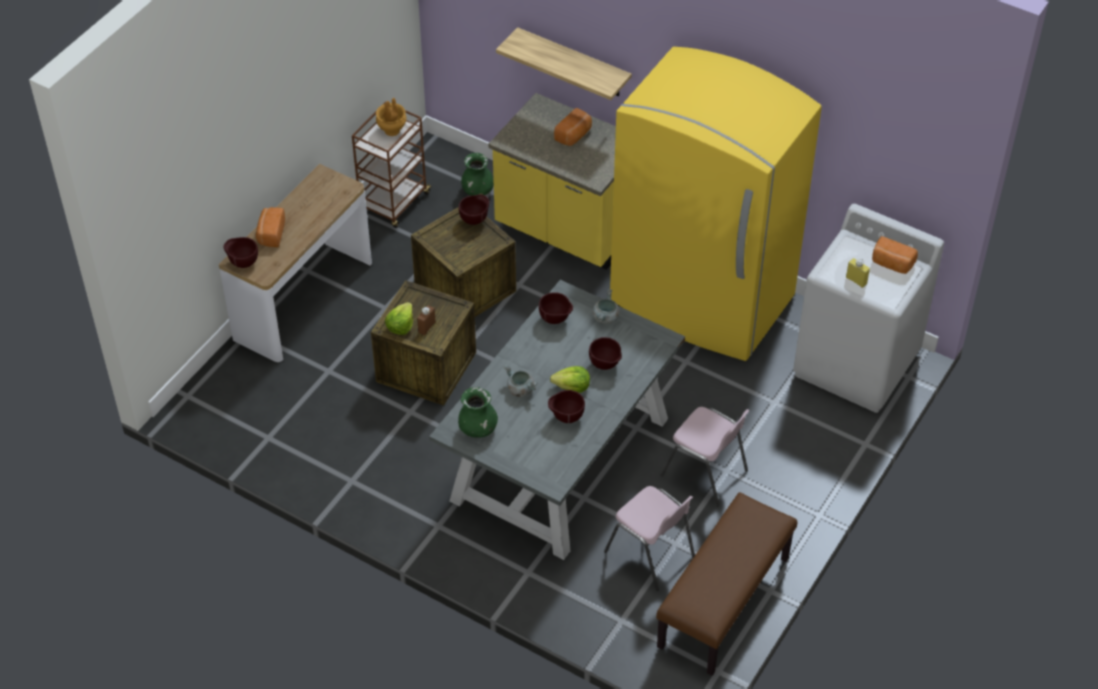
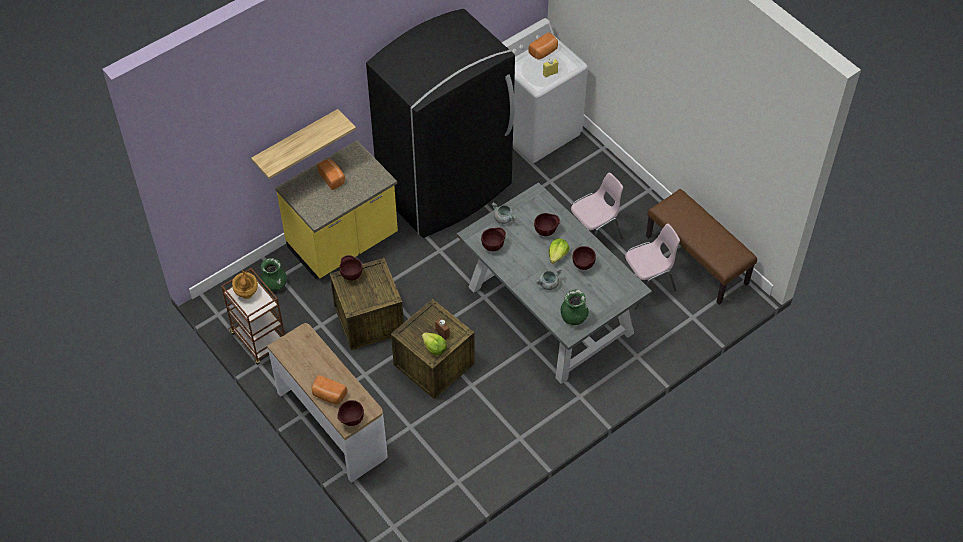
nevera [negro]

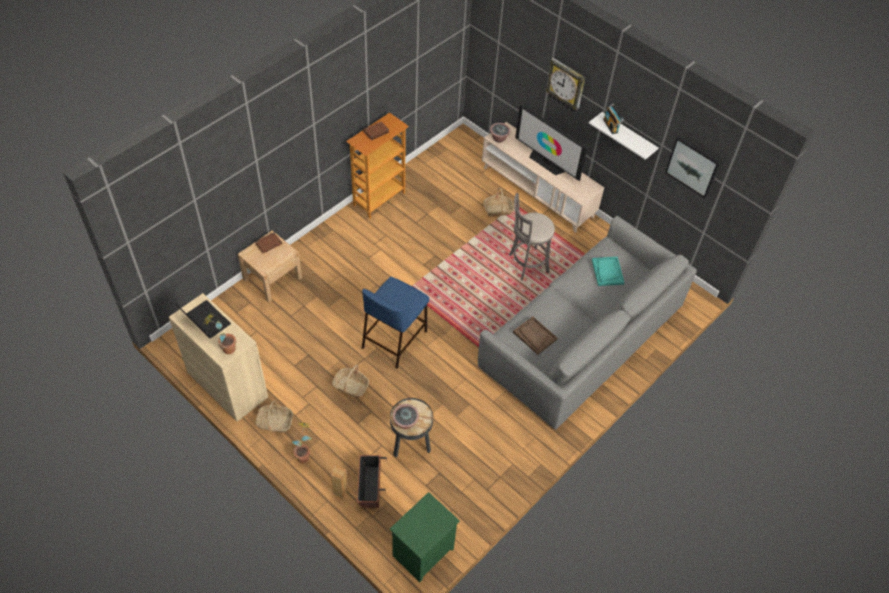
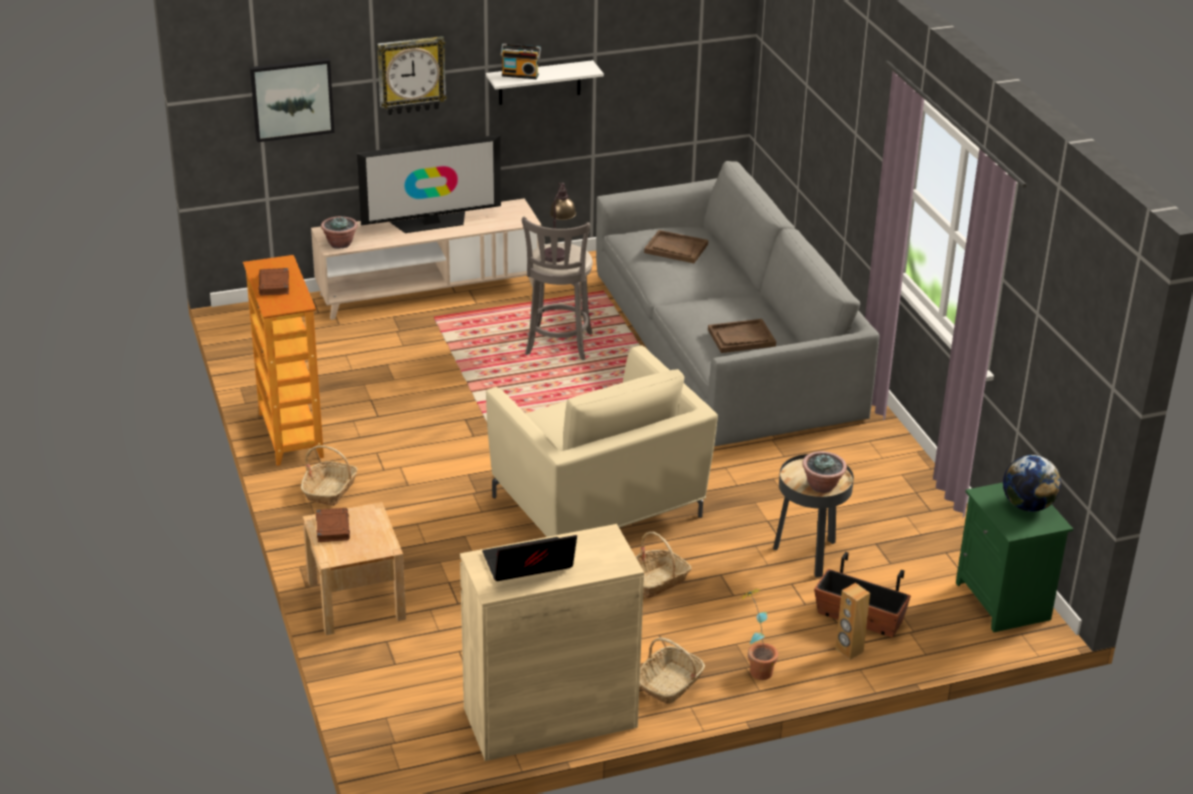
cuadro
cesta (no. 1 from left)
bandeja [marrón] (no. 1 from left)
sillón [beis]
planta en maceta (no. 1 from left in the first image)
lámpara de mesa
globo terráqueo

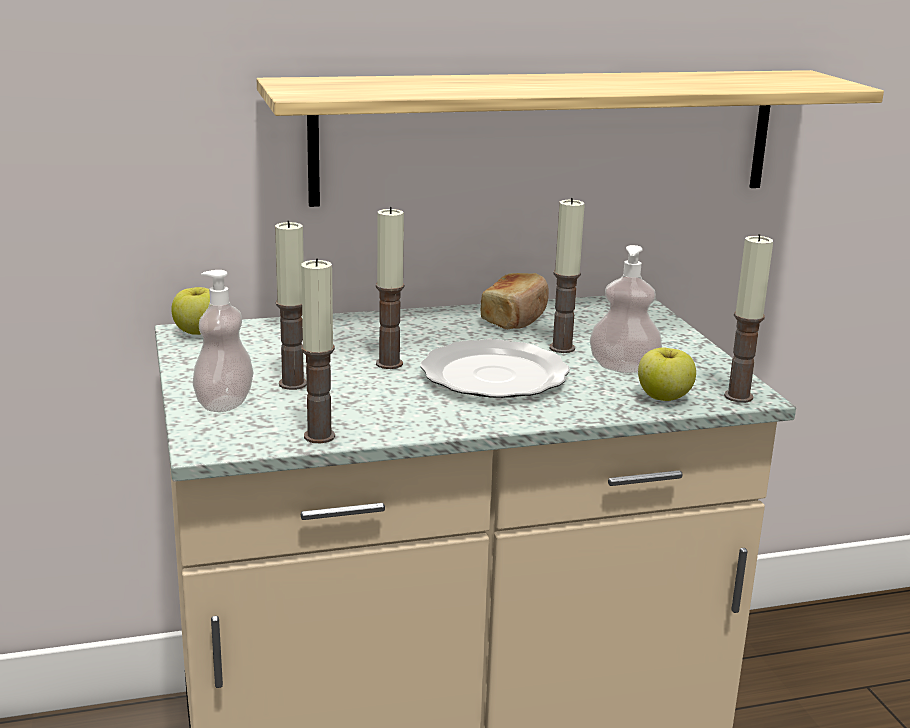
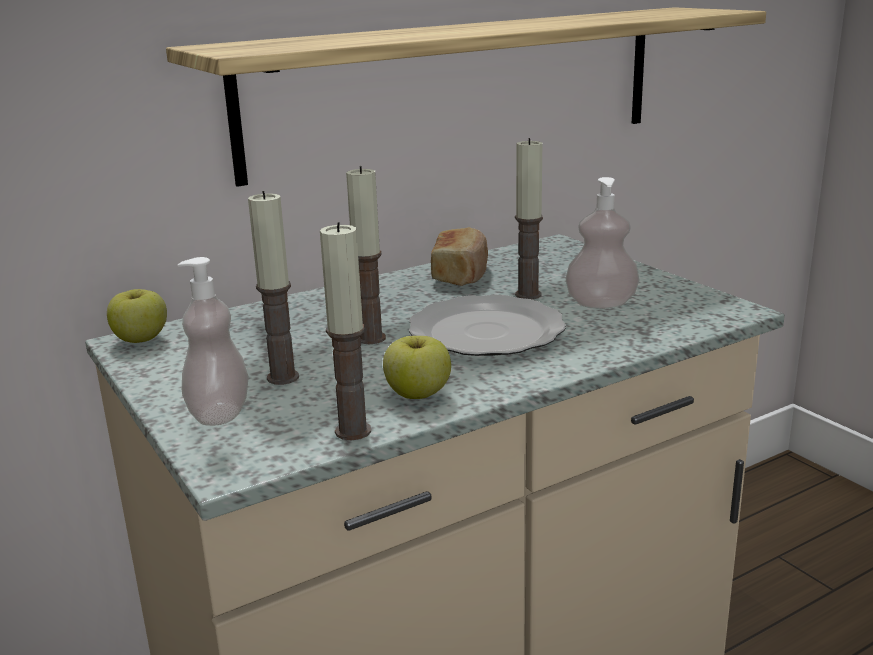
vela (no. 5 from left in the first image)
manzana (no. 2 from left)

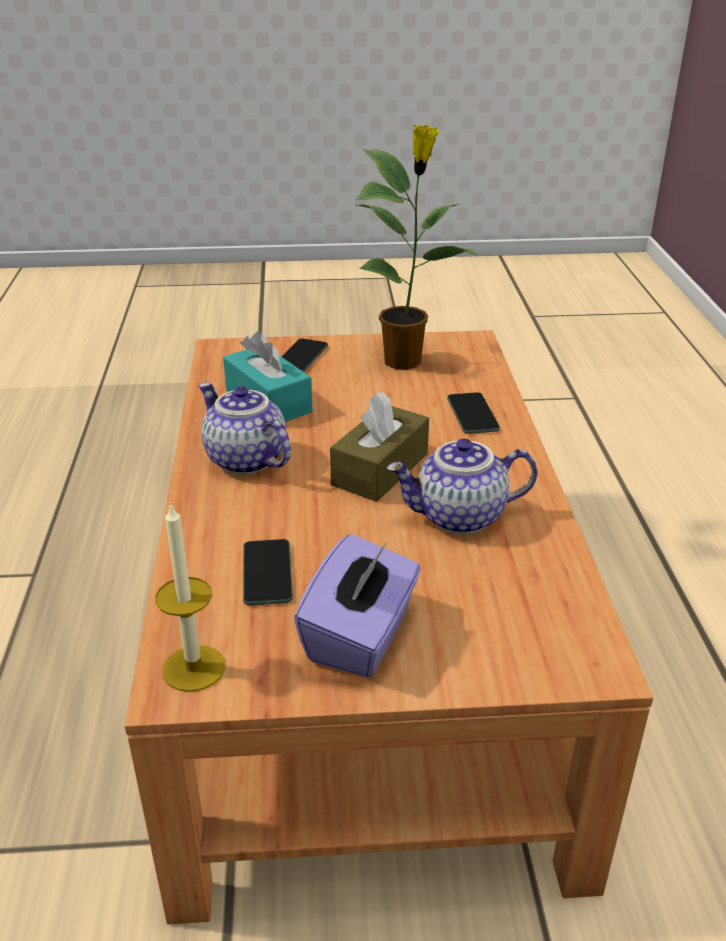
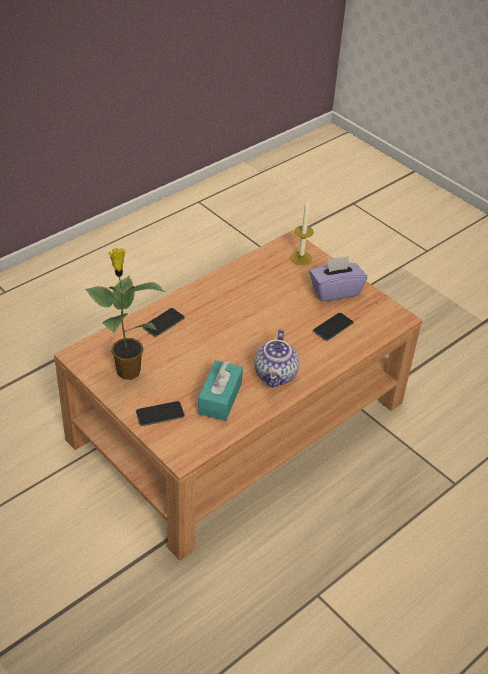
caja de pañuelos [marrón]
tetera (no. 2 from left in the first image)
vela

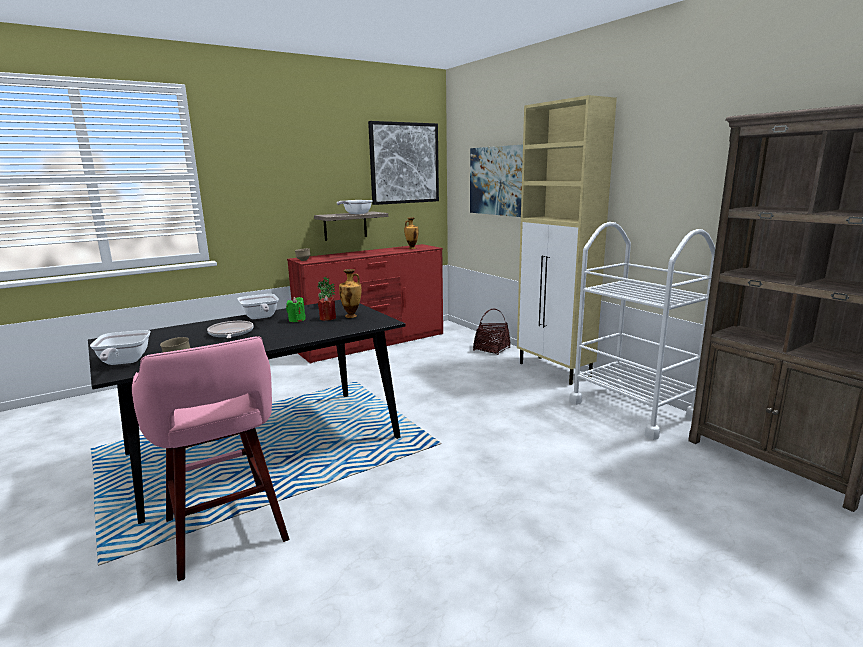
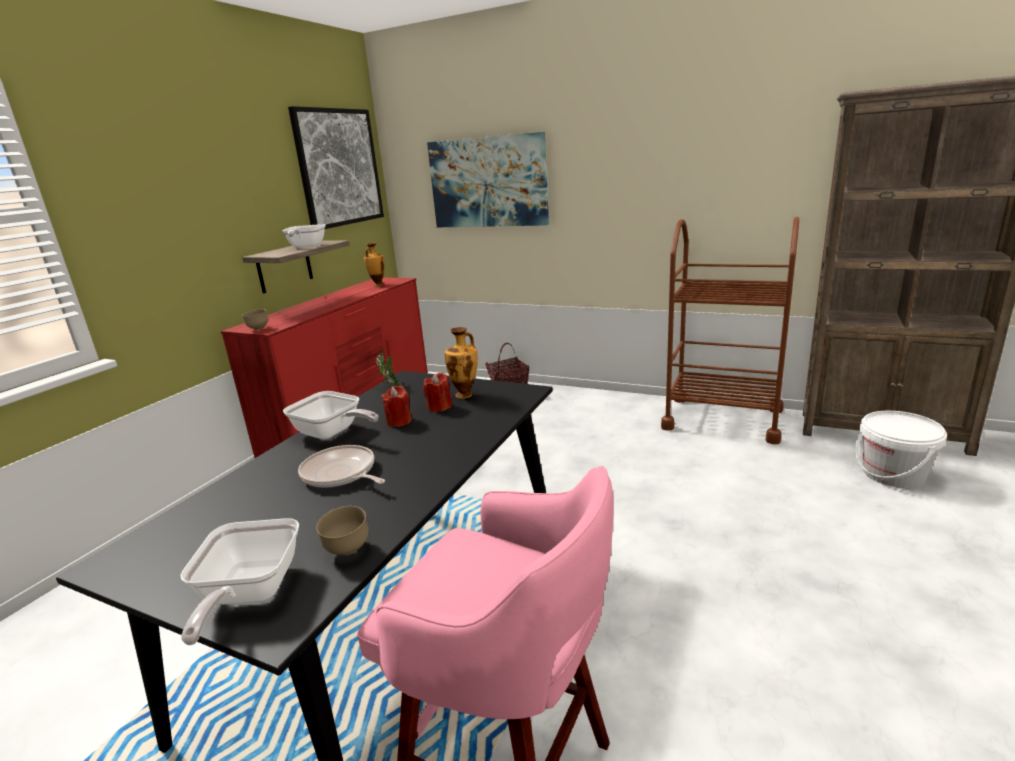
armario [beis]
carrito [marrón]
vela [rojo] (no. 1 from left)
sartén (no. 1 from left)
cubo [blanco]

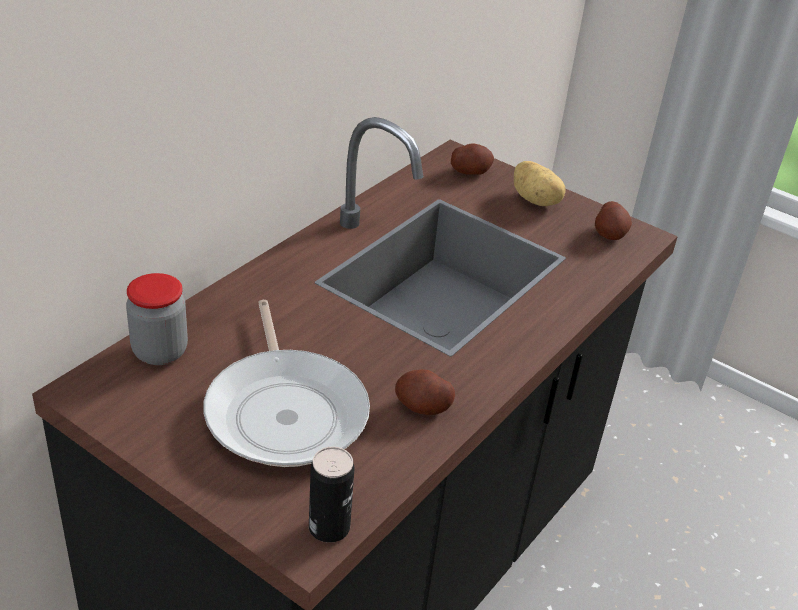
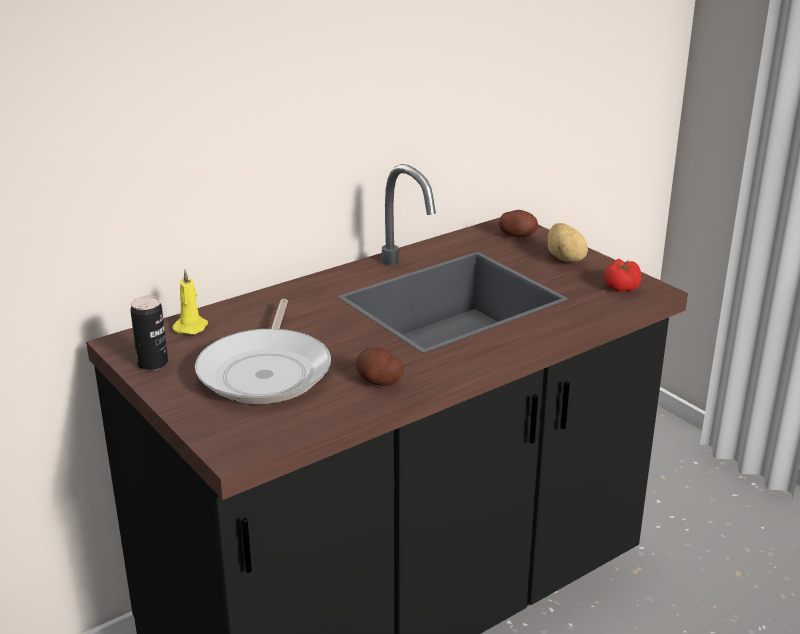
tomate
vela [amarillo]
lata

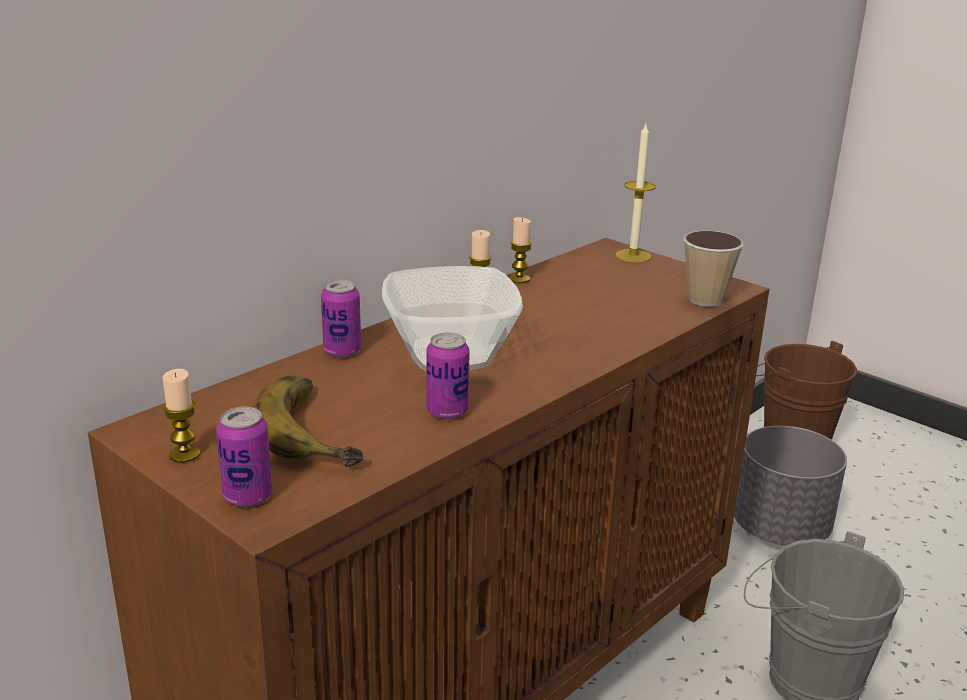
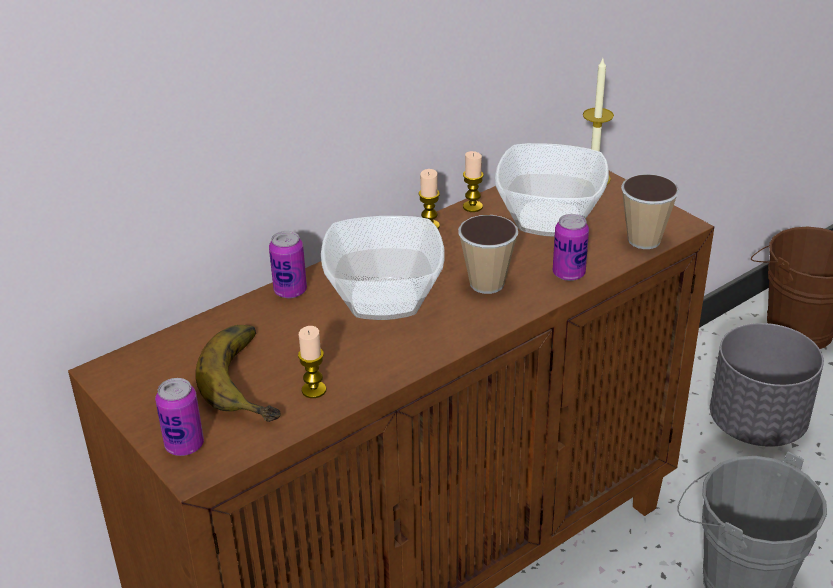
lata (no. 3 from left)
vela (no. 1 from left)
cuenco (no. 2 from left)
taza (no. 1 from left)

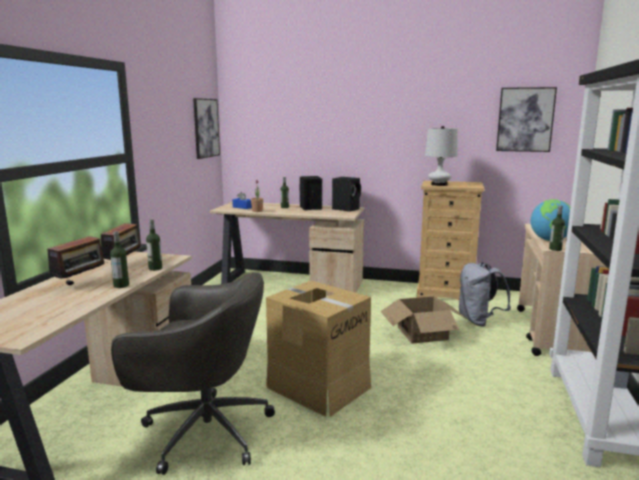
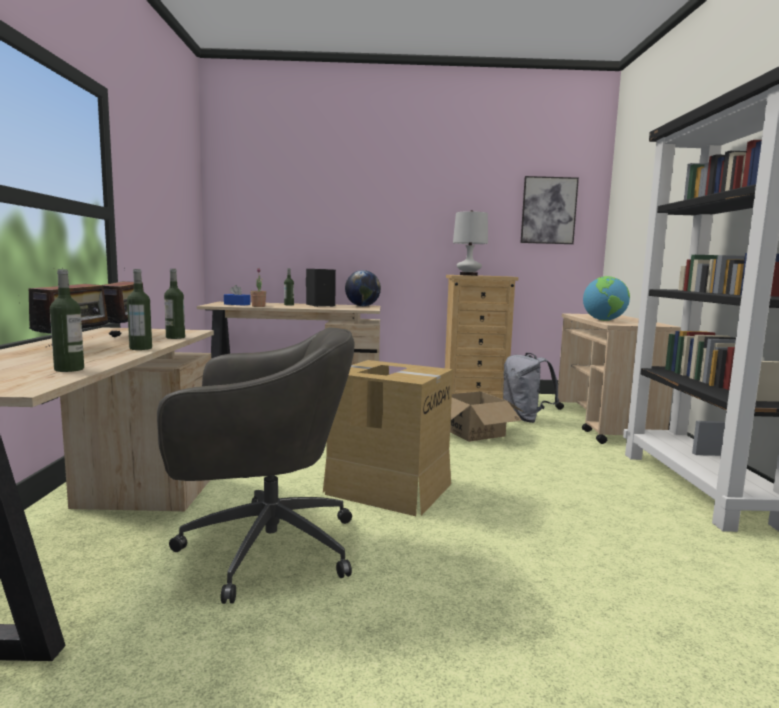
cuadro (no. 1 from left in the first image)
globo terráqueo (no. 1 from left)
botella (no. 1 from left)

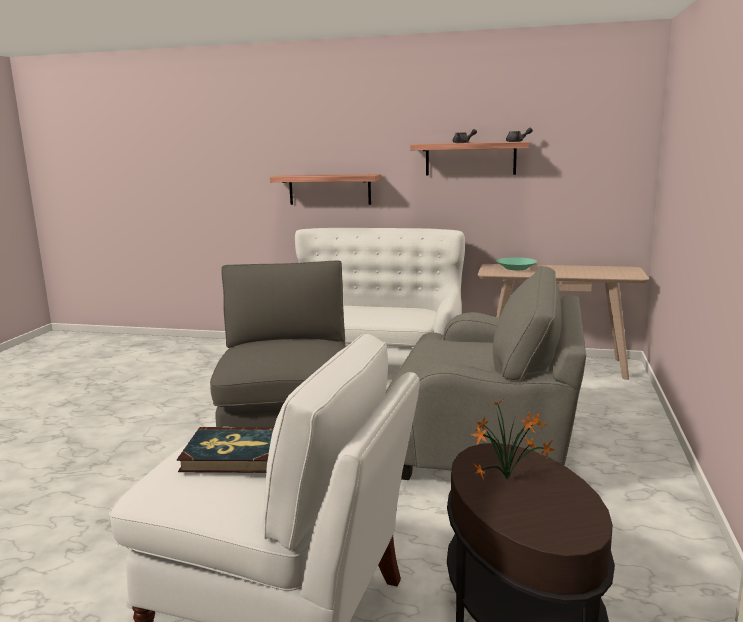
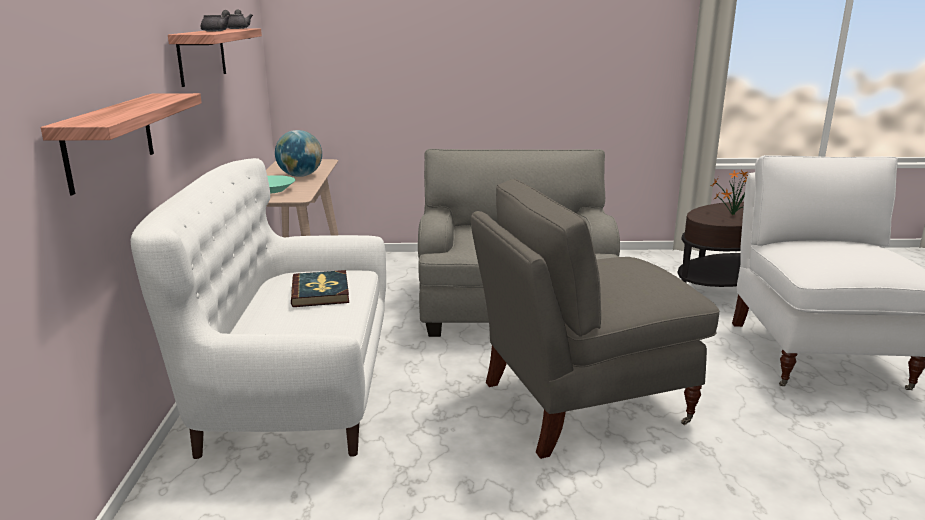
libro
globo terráqueo

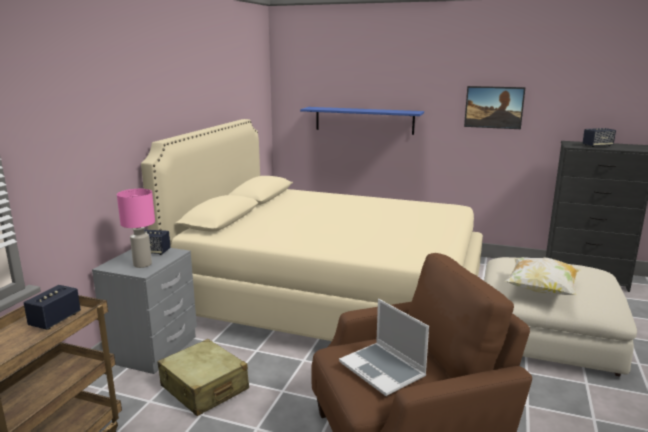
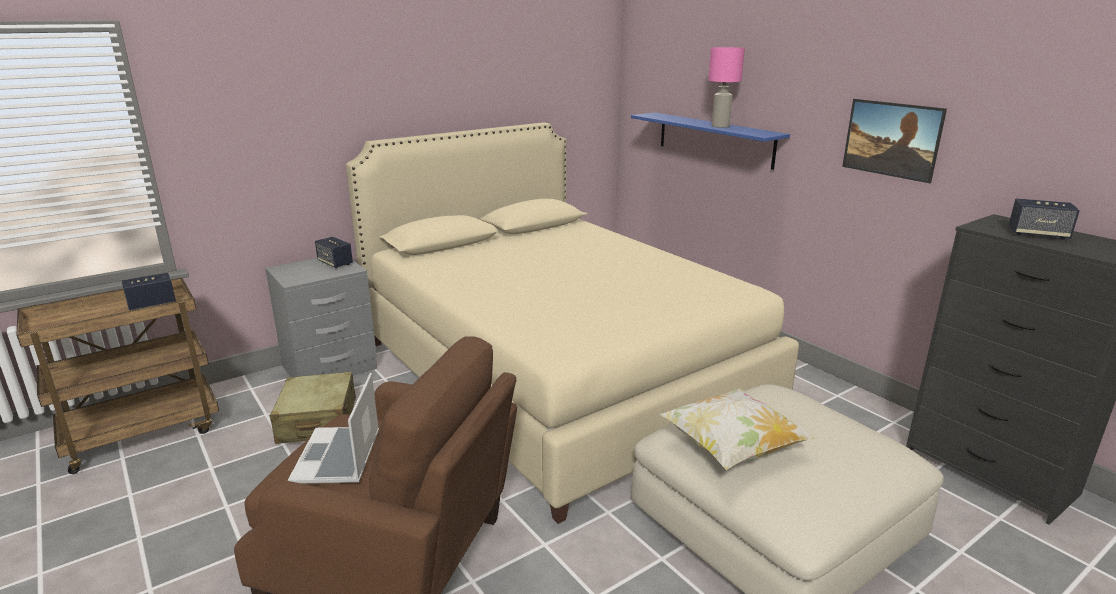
lámpara de mesa [rosa]

